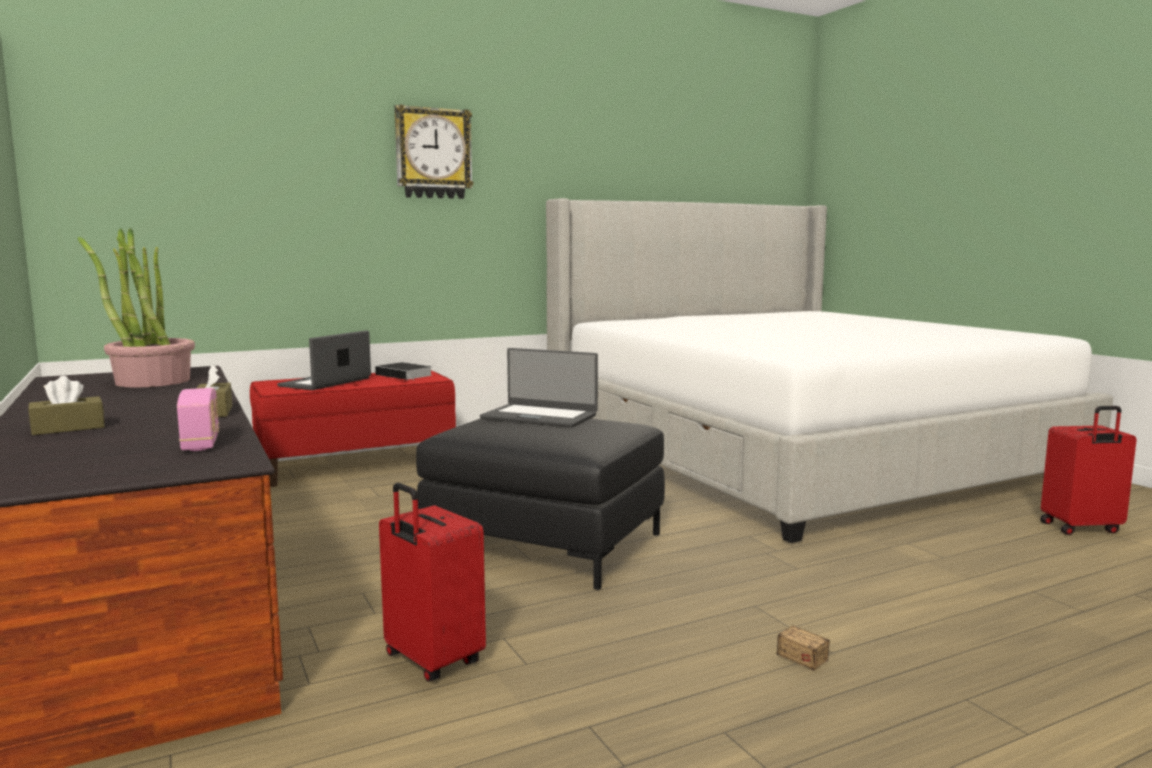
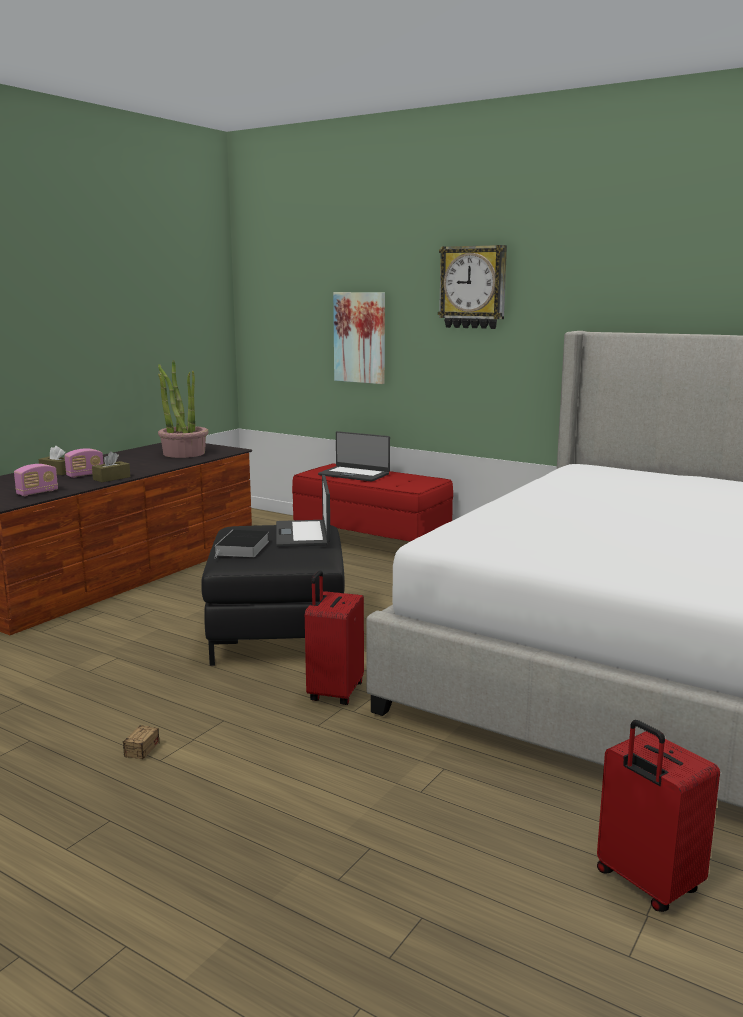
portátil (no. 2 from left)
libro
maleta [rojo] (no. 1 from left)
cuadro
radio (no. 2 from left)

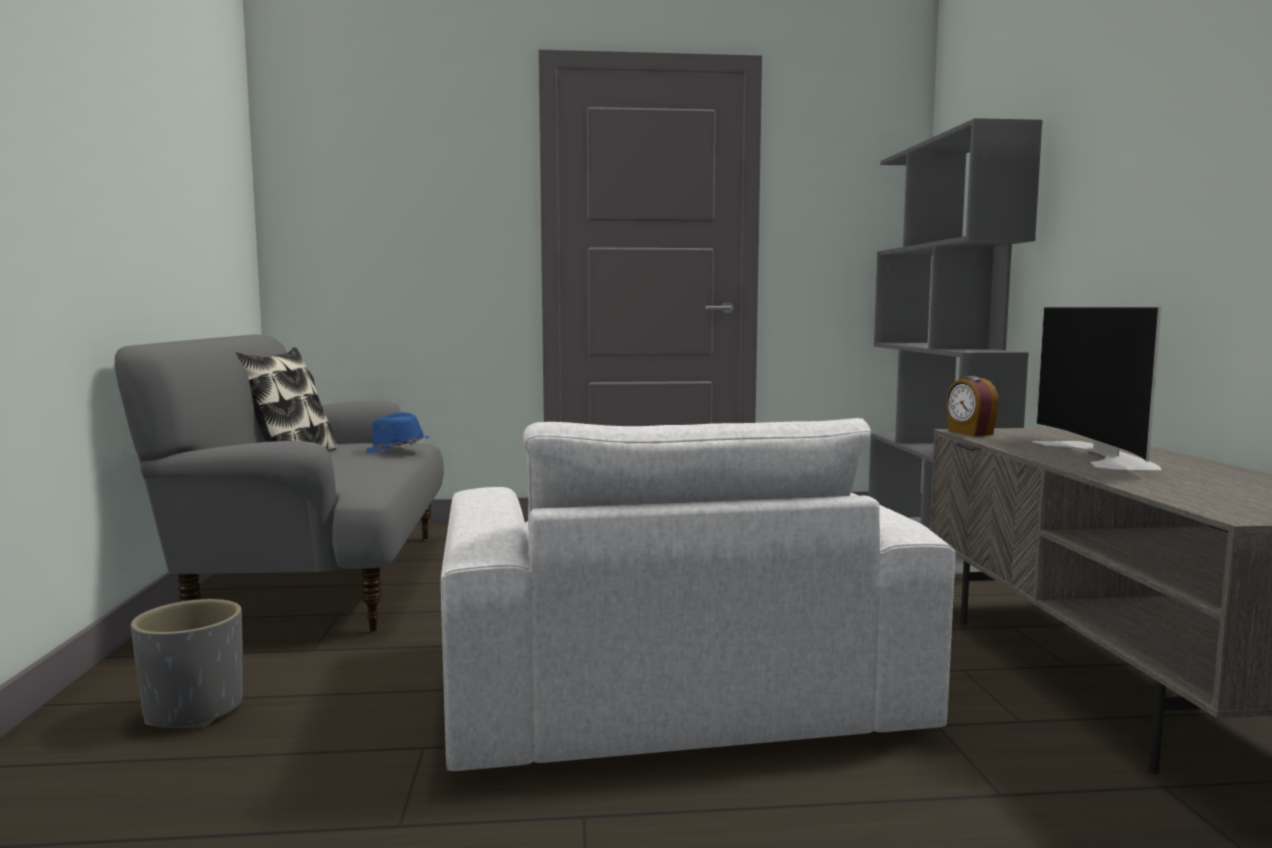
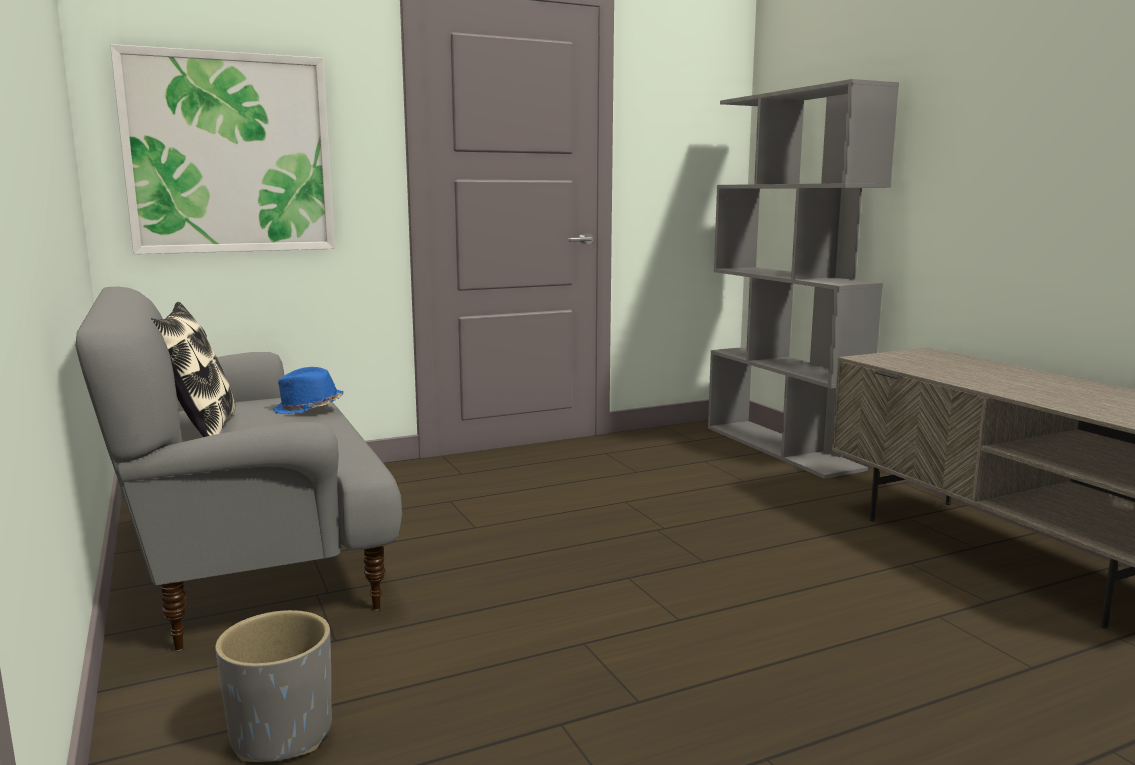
televisor
despertador
sillón [blanco]
cuadro

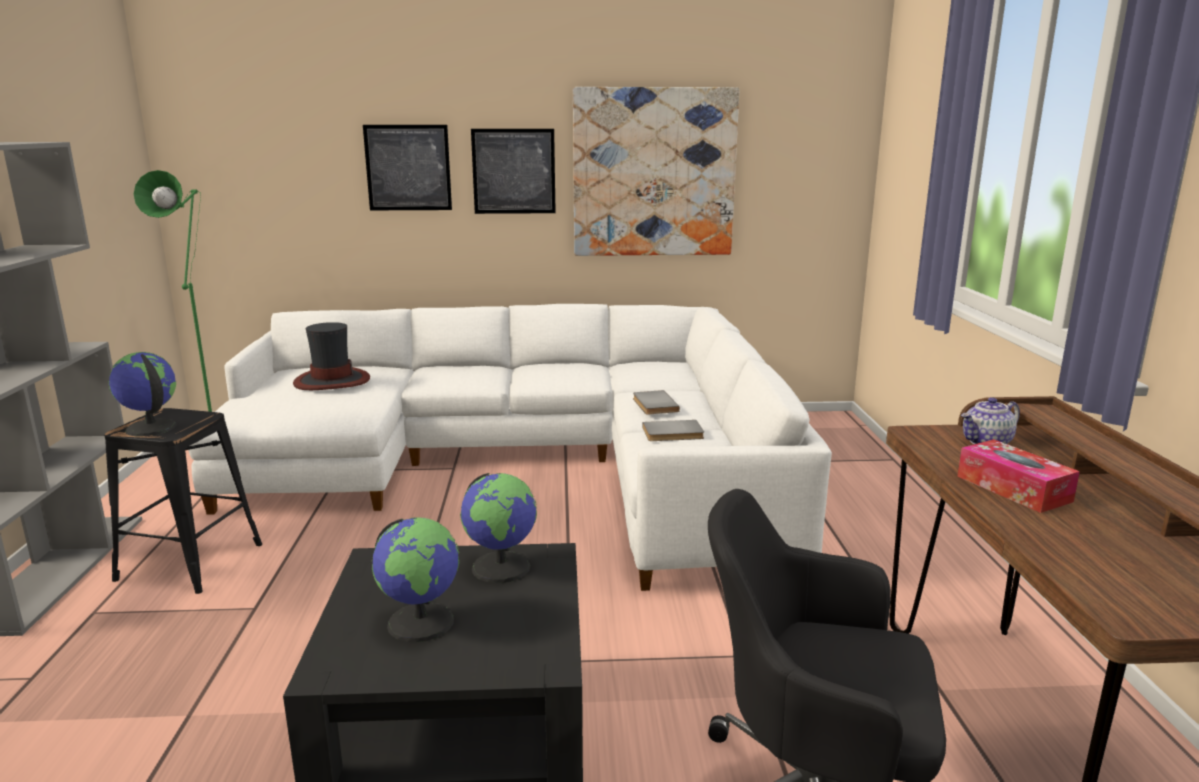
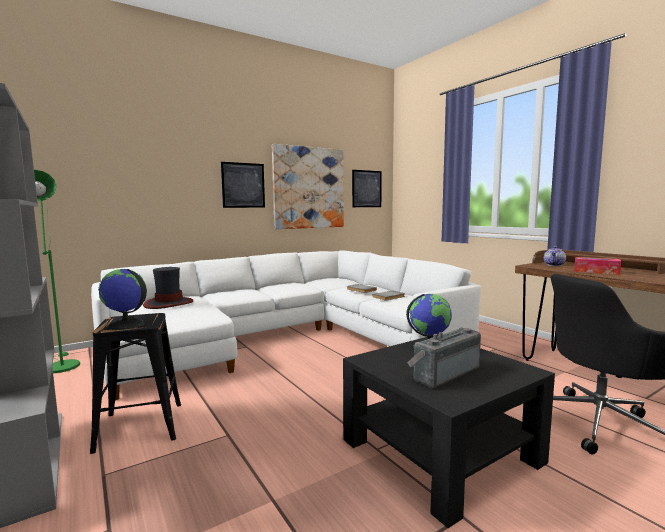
cuadro (no. 3 from left)
radio

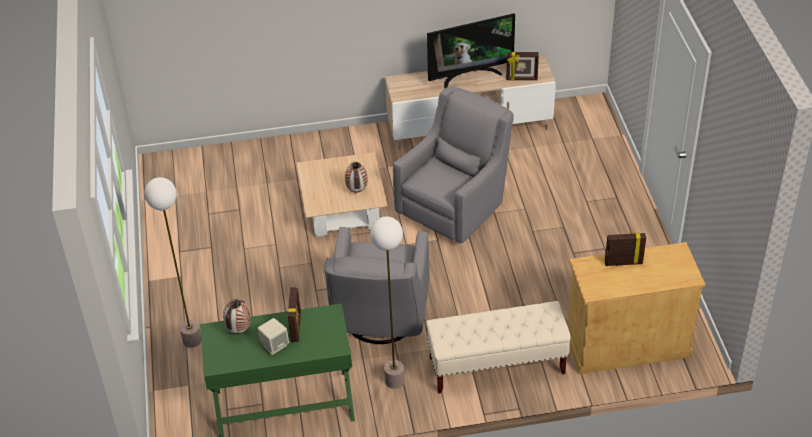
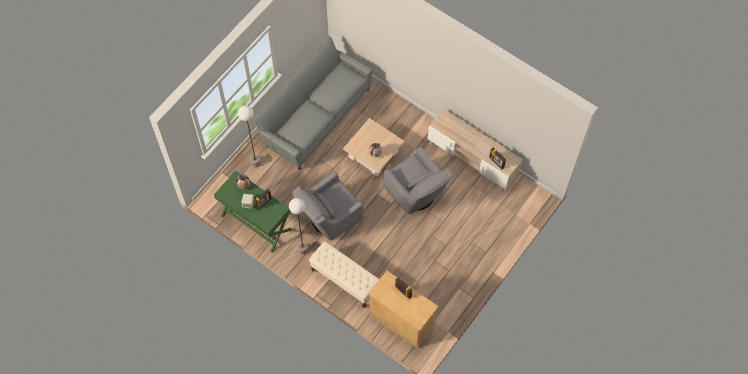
televisor
sillón [gris] (no. 2 from left)
sofá [gris]

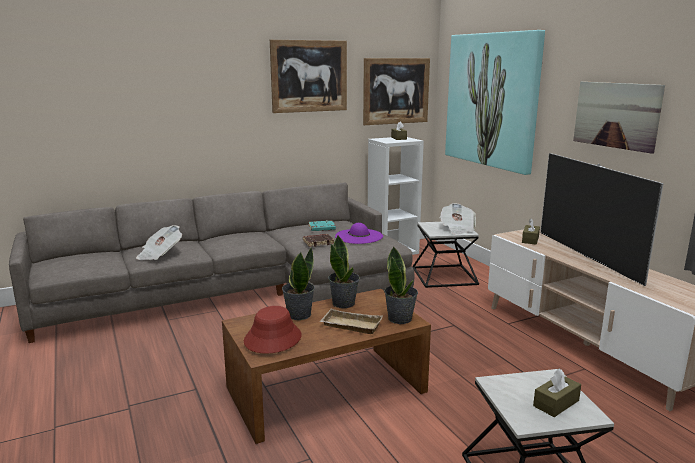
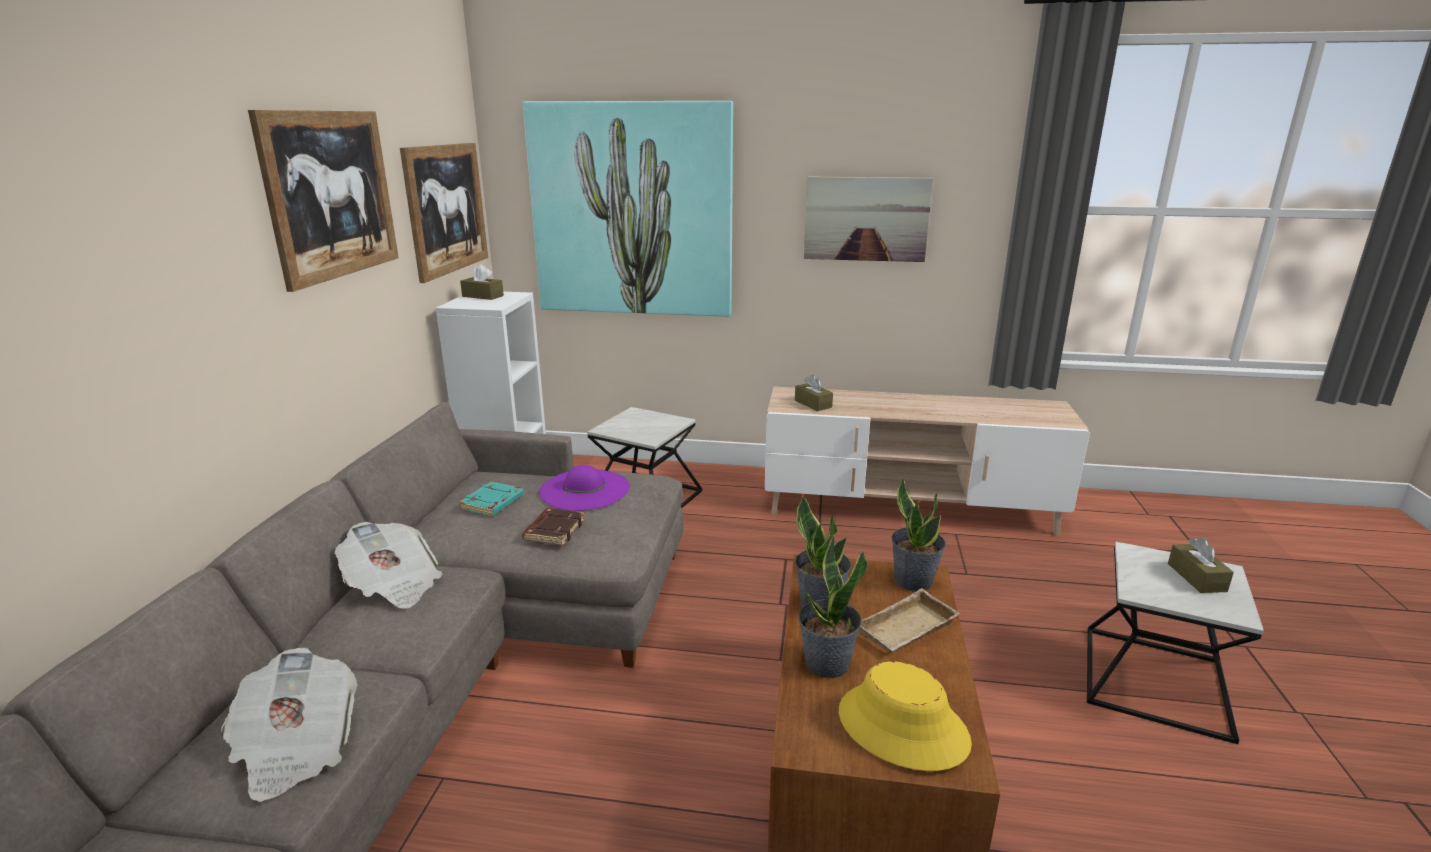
televisor
periódico (no. 2 from left)
sombrero [amarillo]

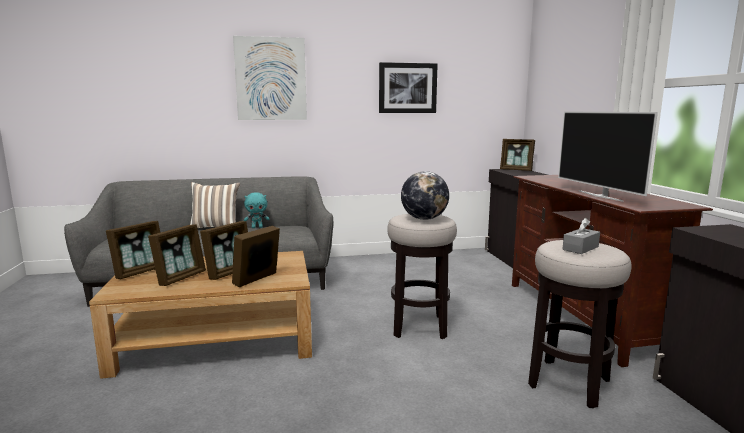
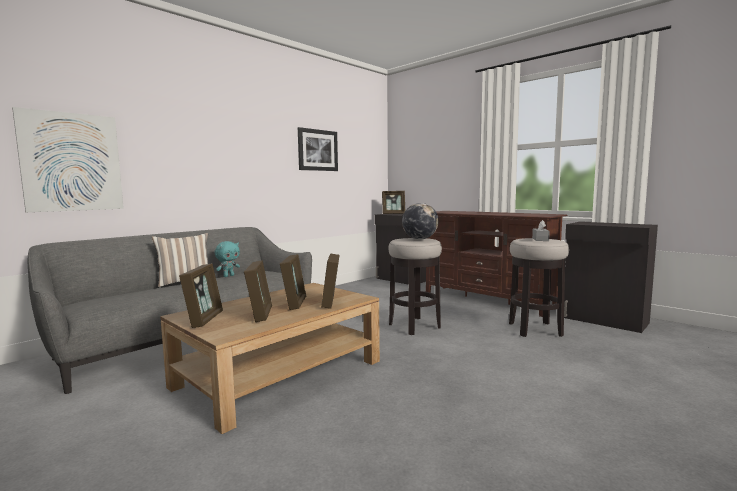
cuadro (no. 1 from left)
televisor

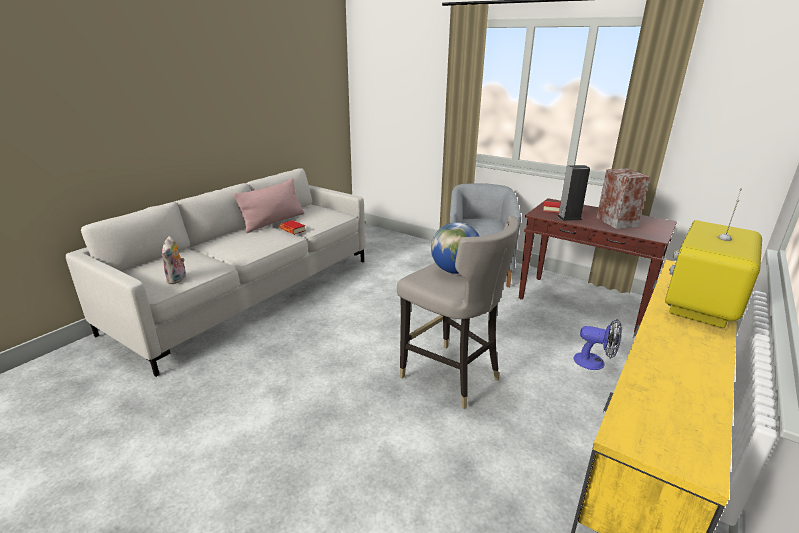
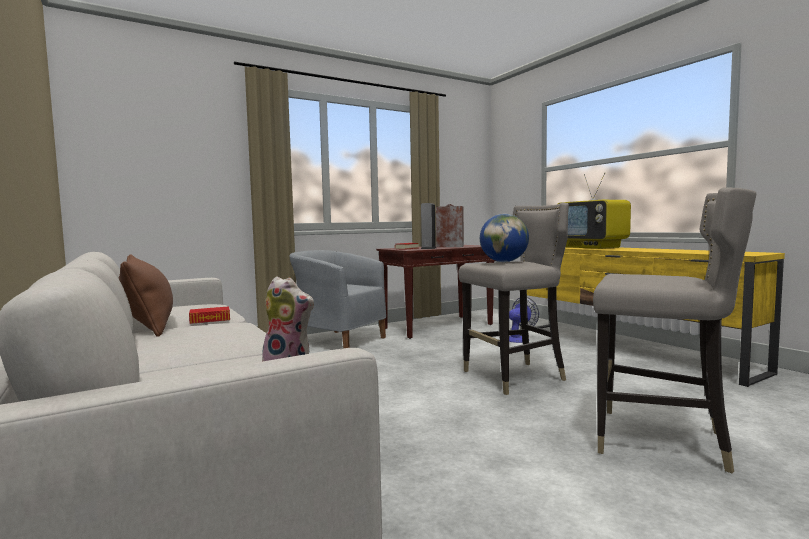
cojín [marrón]
taburete [gris] (no. 2 from left)

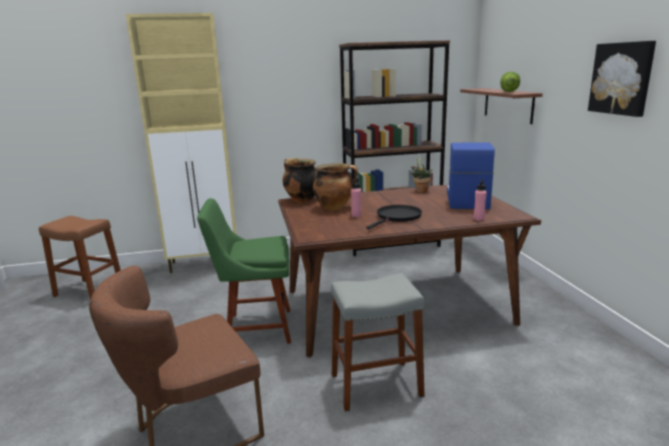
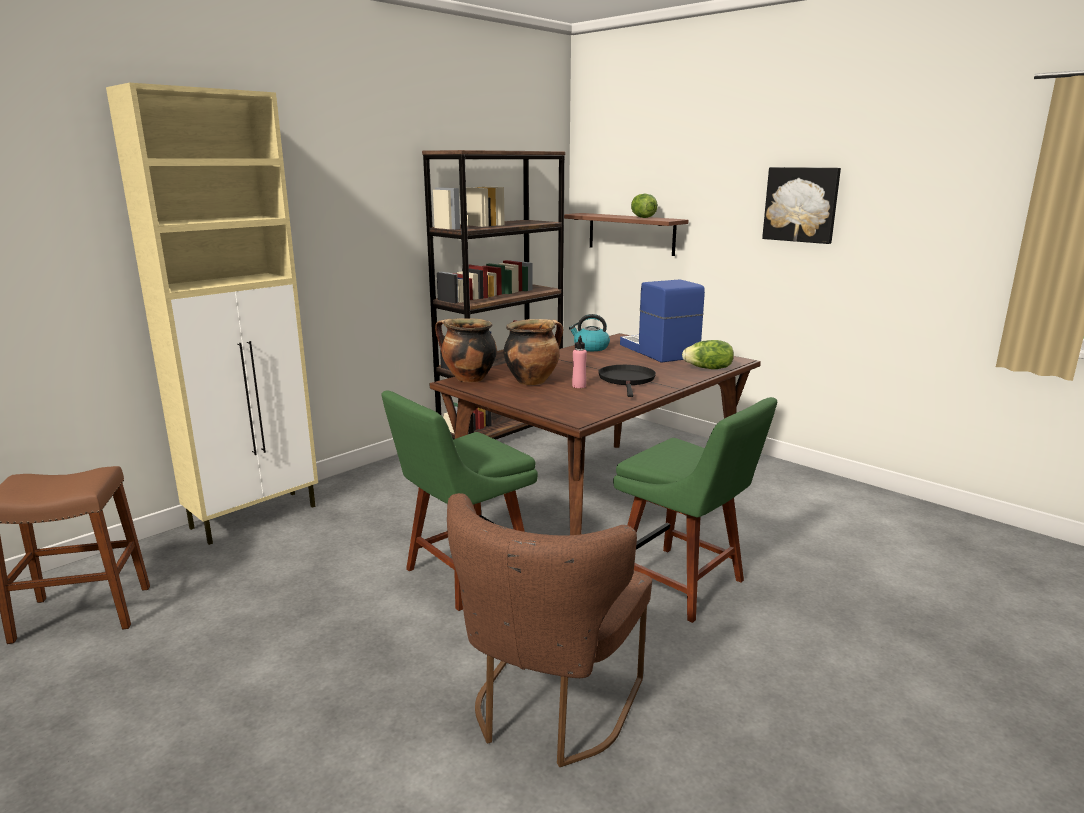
hervidor
lechuga (no. 2 from left)
silla [verde] (no. 2 from left)

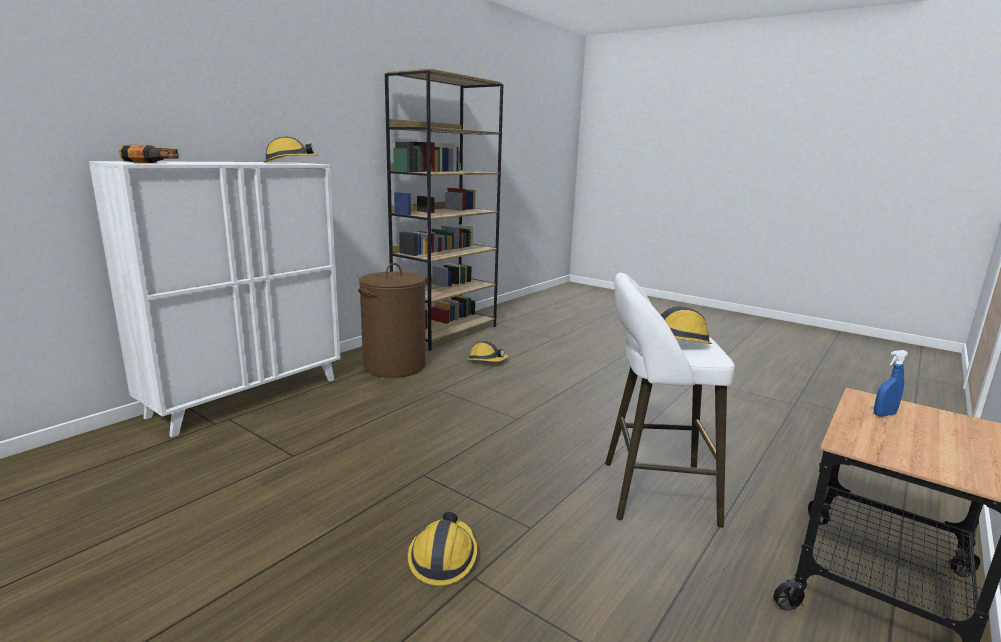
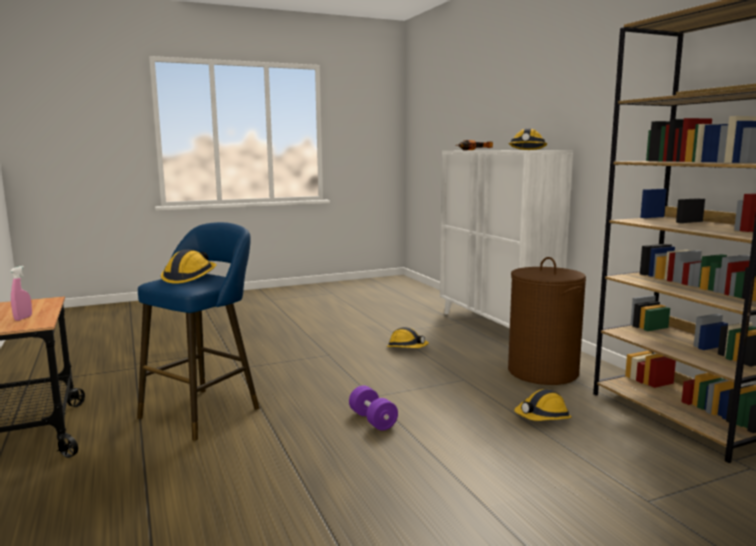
taburete [azul]
pulverizador [rosa]
casco (no. 2 from left)
mancuerna [morado]

